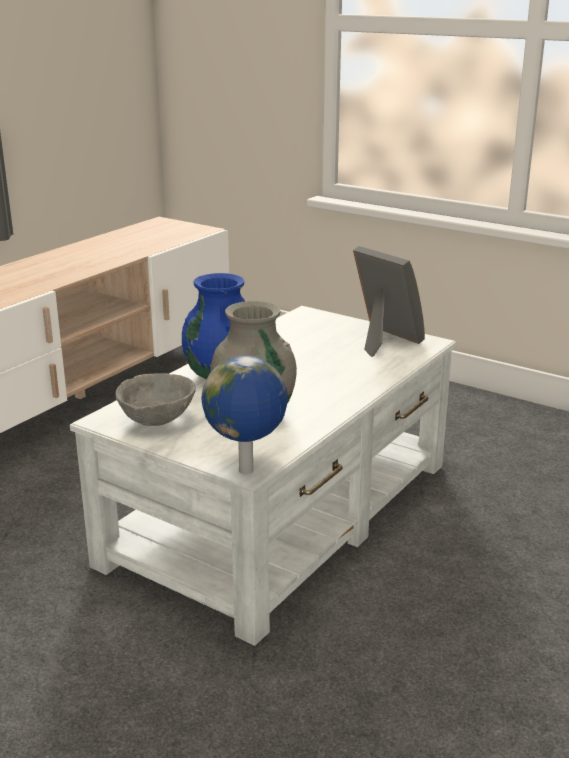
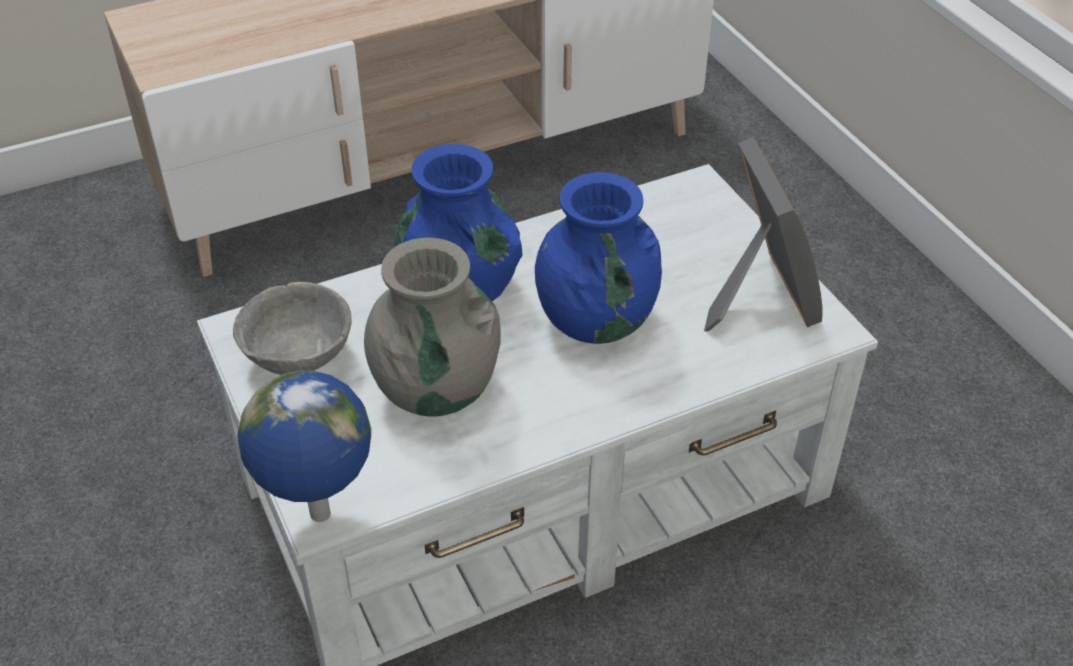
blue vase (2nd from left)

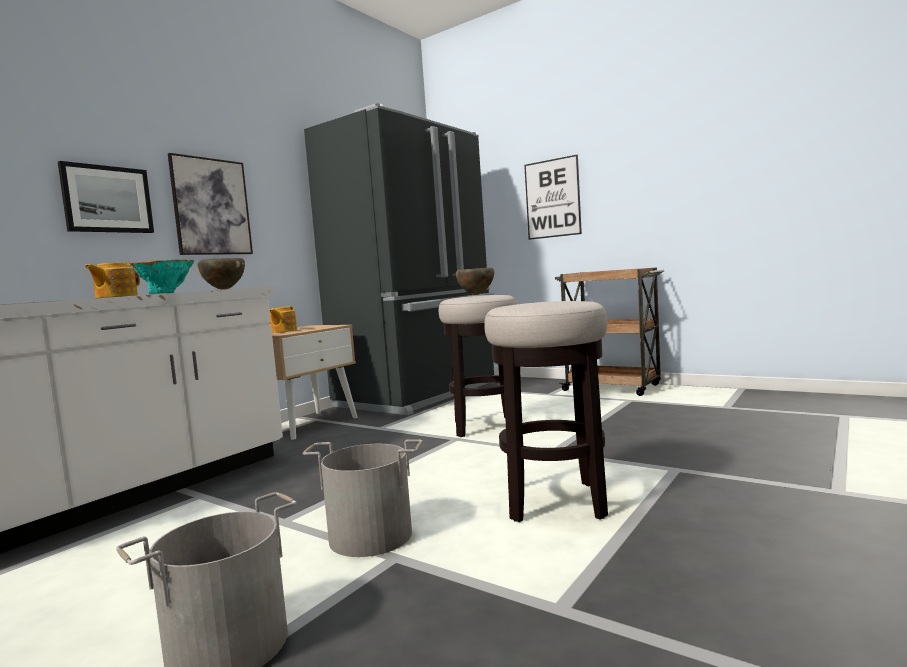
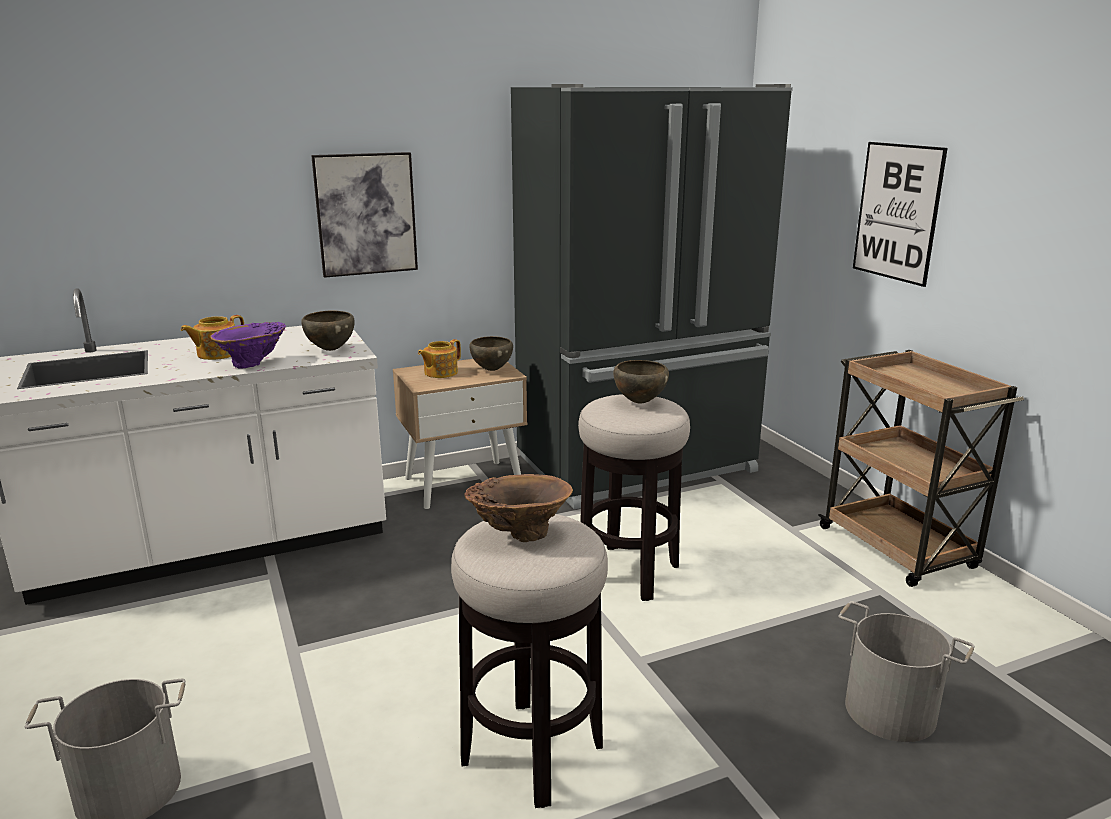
picture (1st from left in the first image)
purple vase
grey bucket (2nd from left)
brown vase
brown bowl (2nd from left)

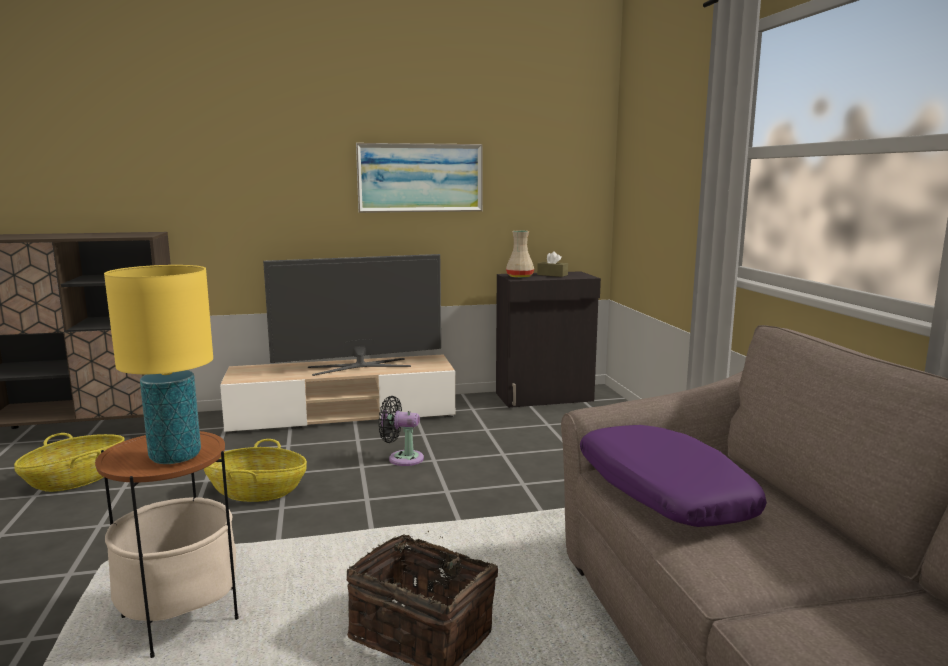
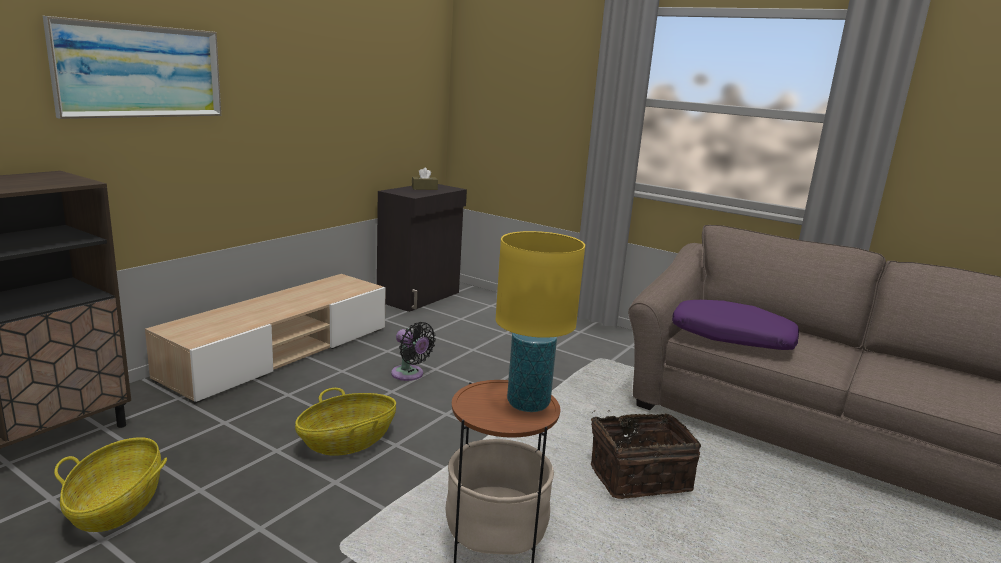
television
picture
black fan
beige vase

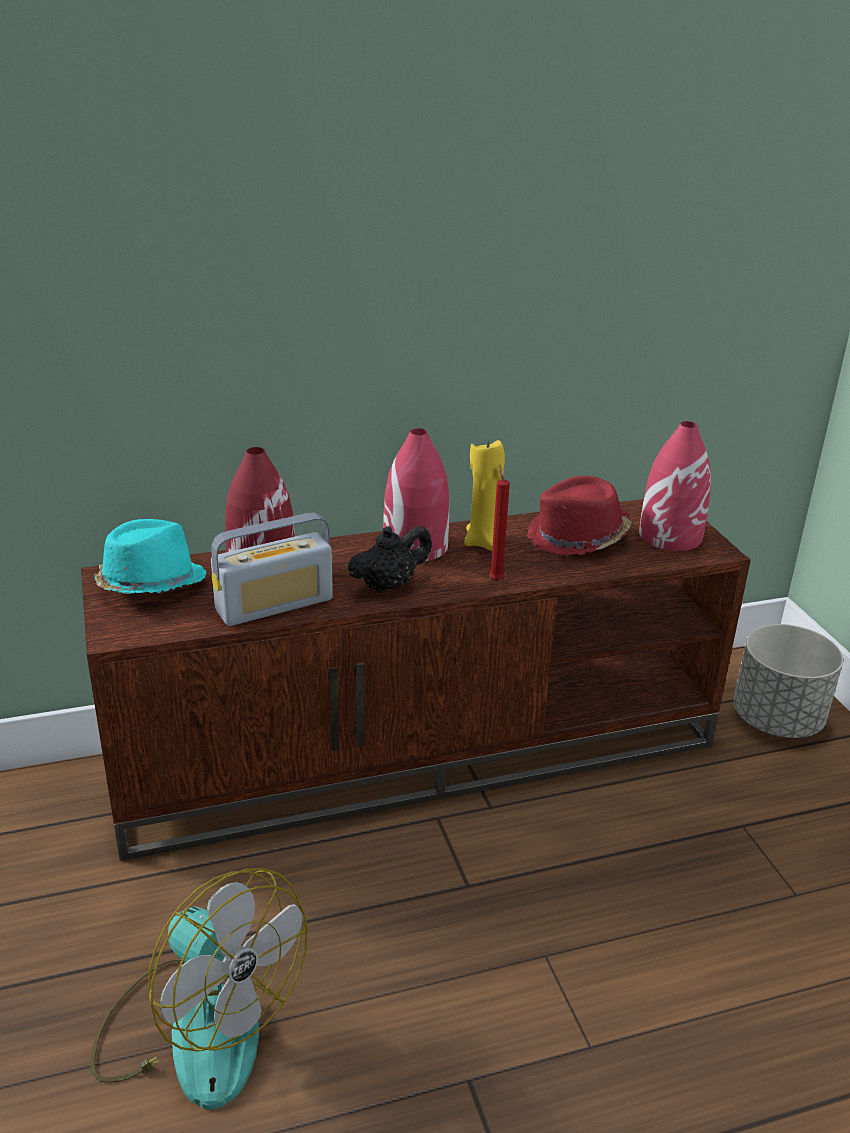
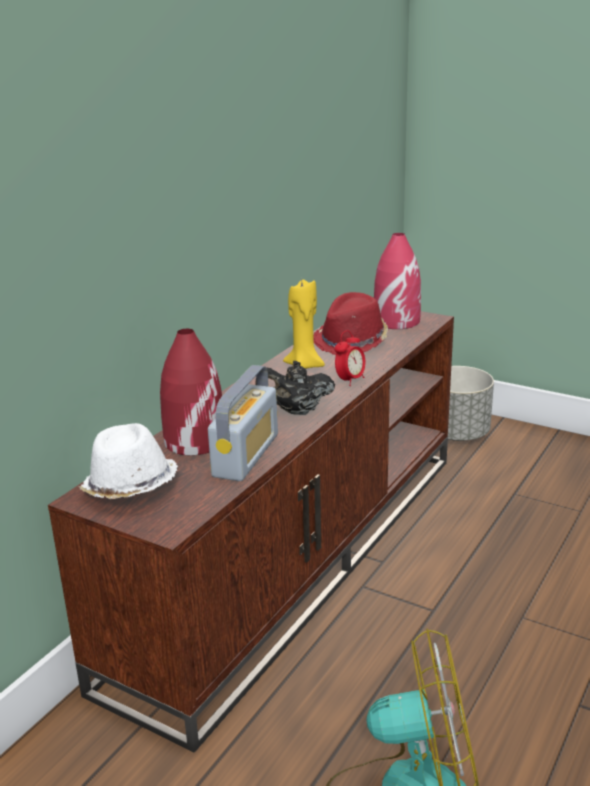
white hat
black teapot
red vase (2nd from left in the first image)
alarm clock

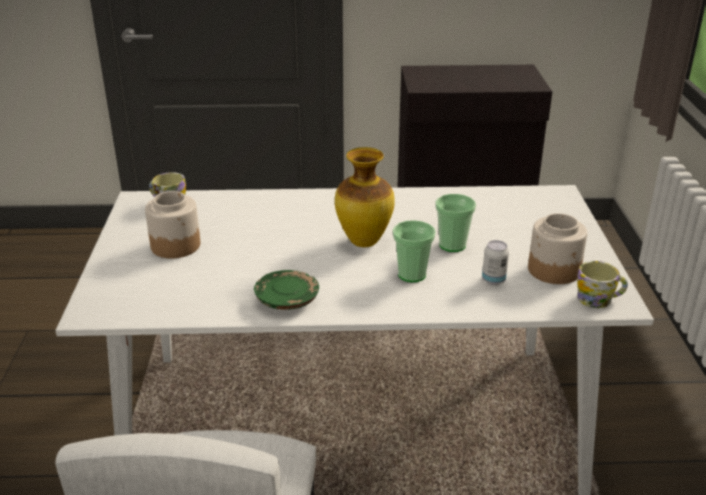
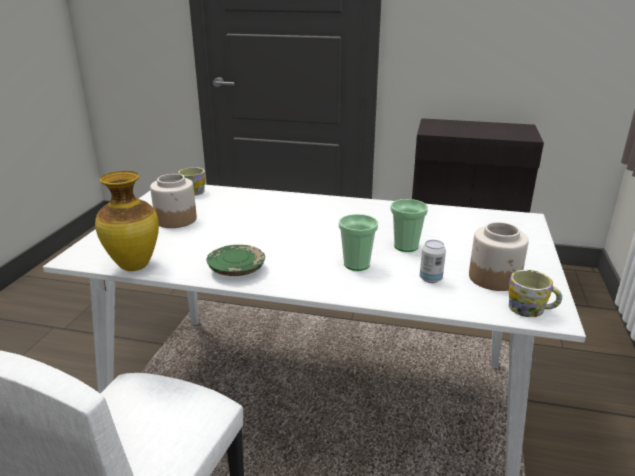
vase

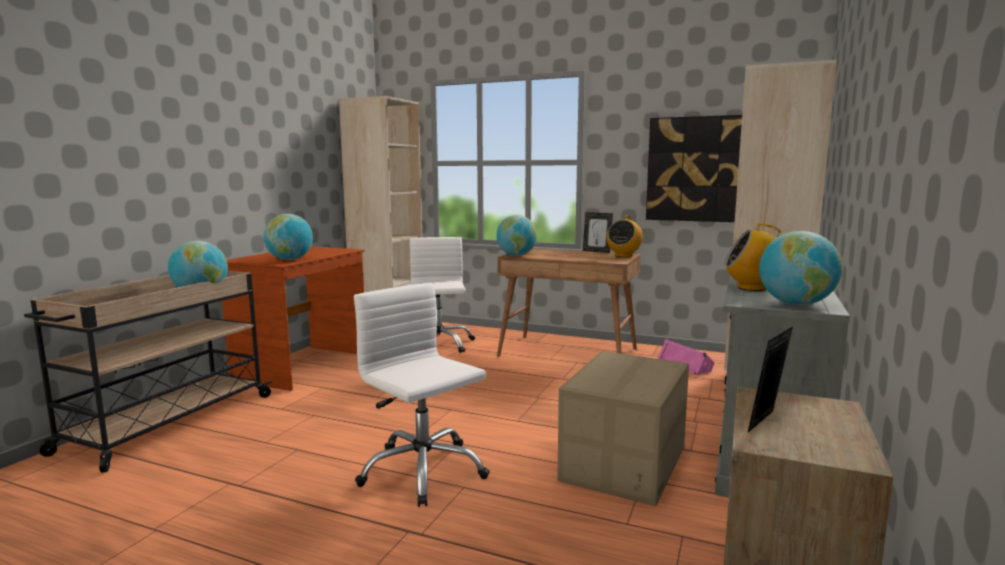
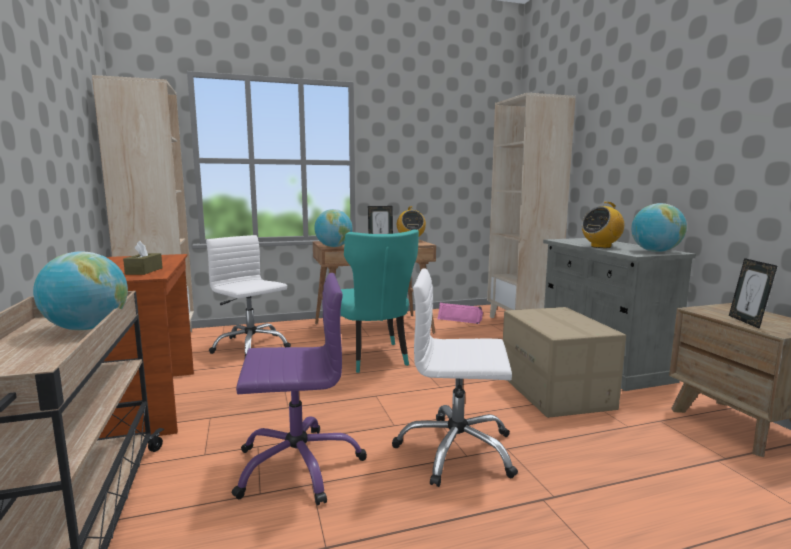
brown tissue box
picture
purple office chair
turquoise chair

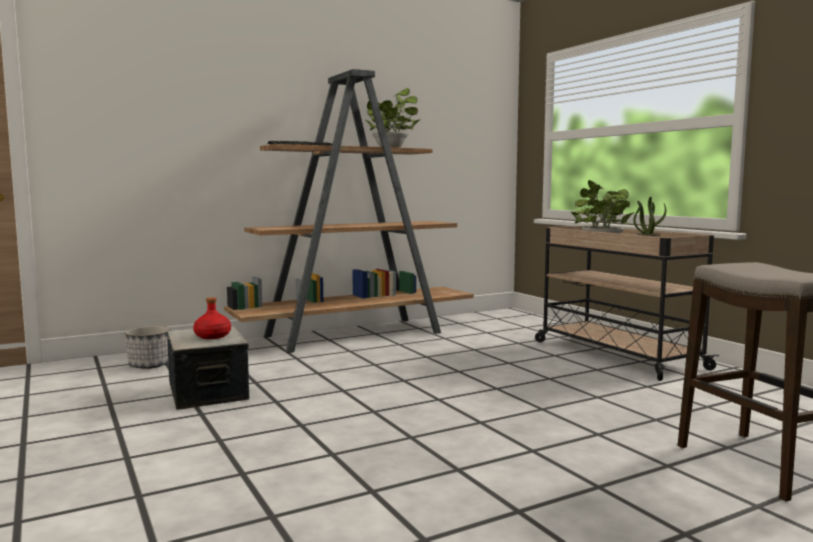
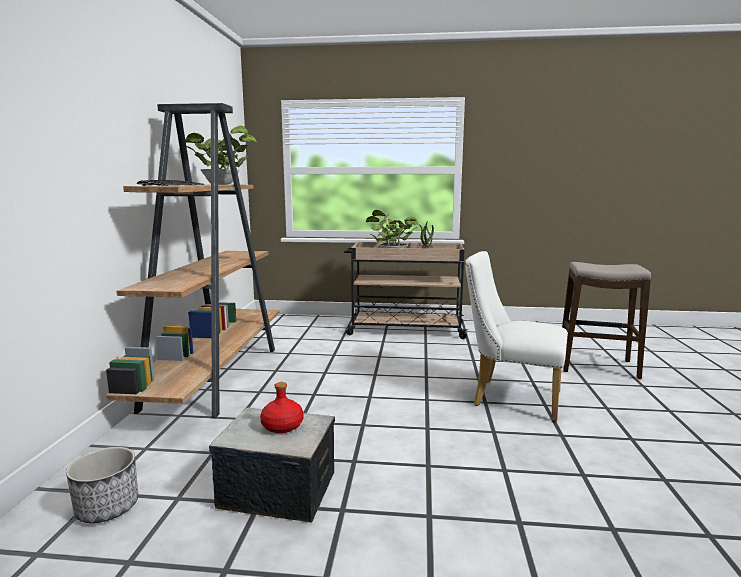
white chair

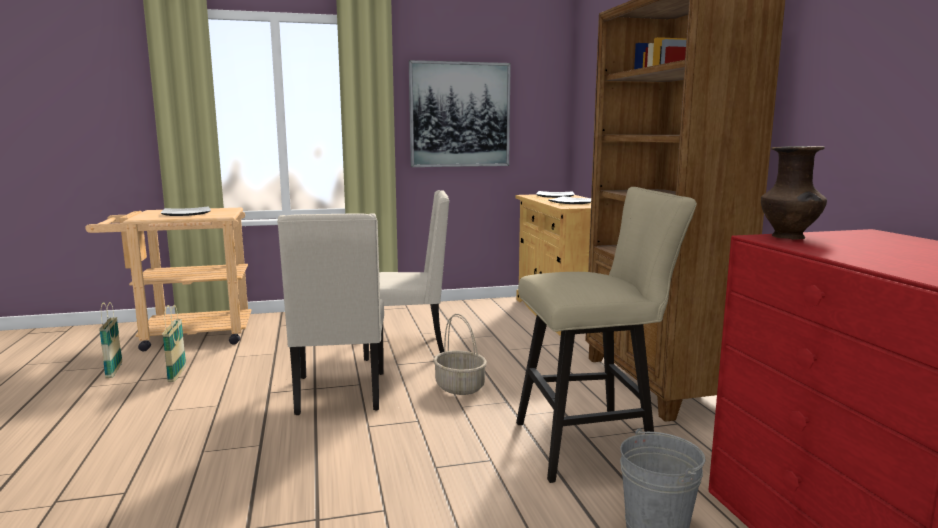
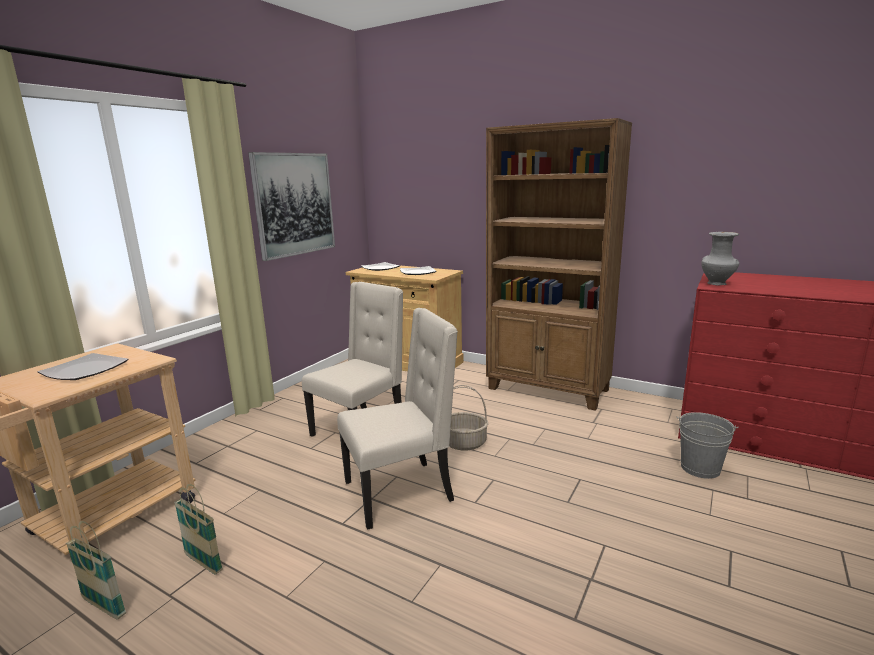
beige chair (2nd from left)
beige stool
grey vase

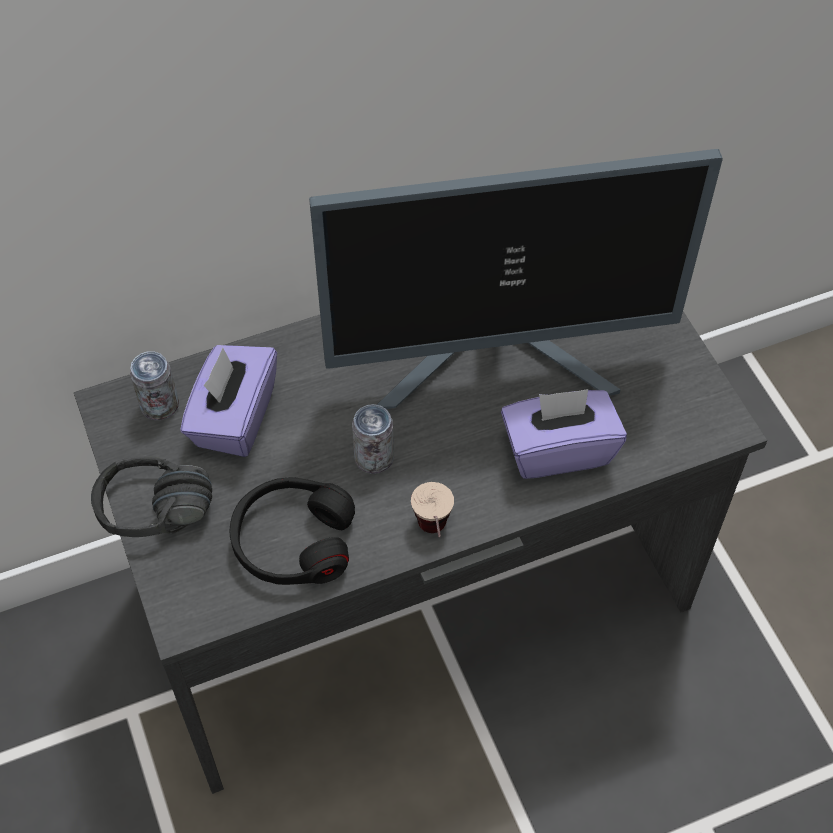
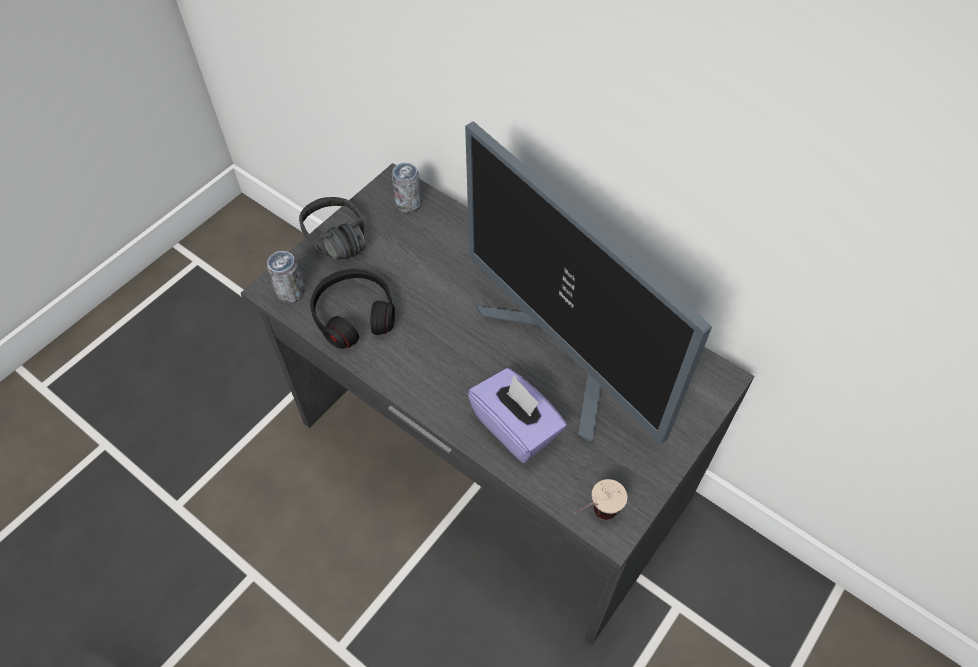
purple tissue box (1st from left in the first image)
can (1st from left)
cup

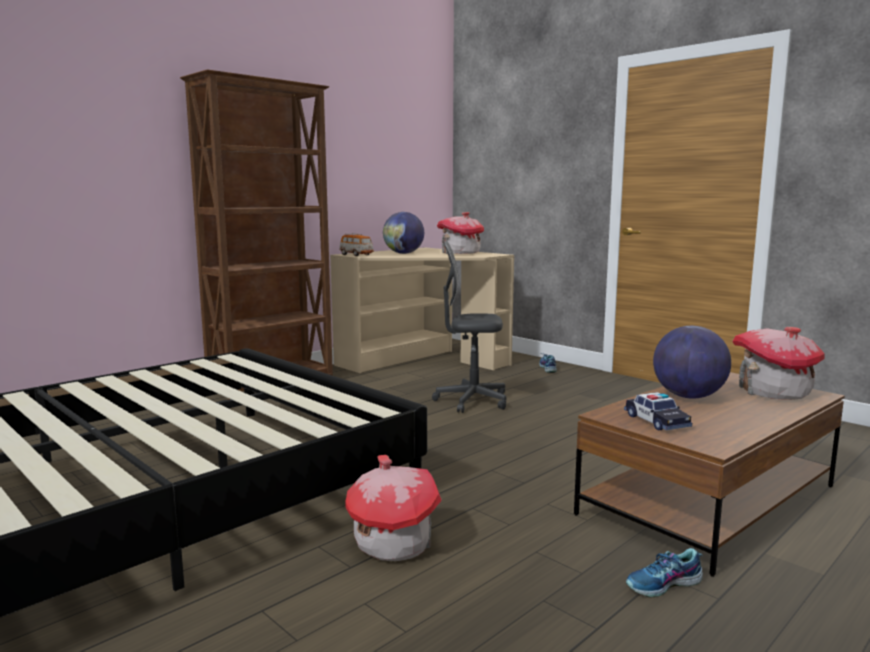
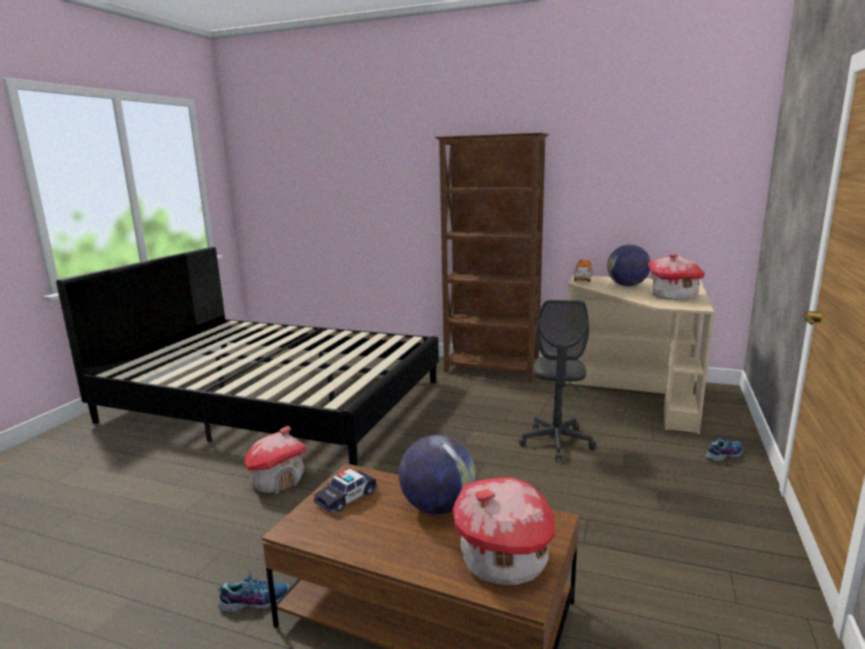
grey office chair
shoe (1st from left)

